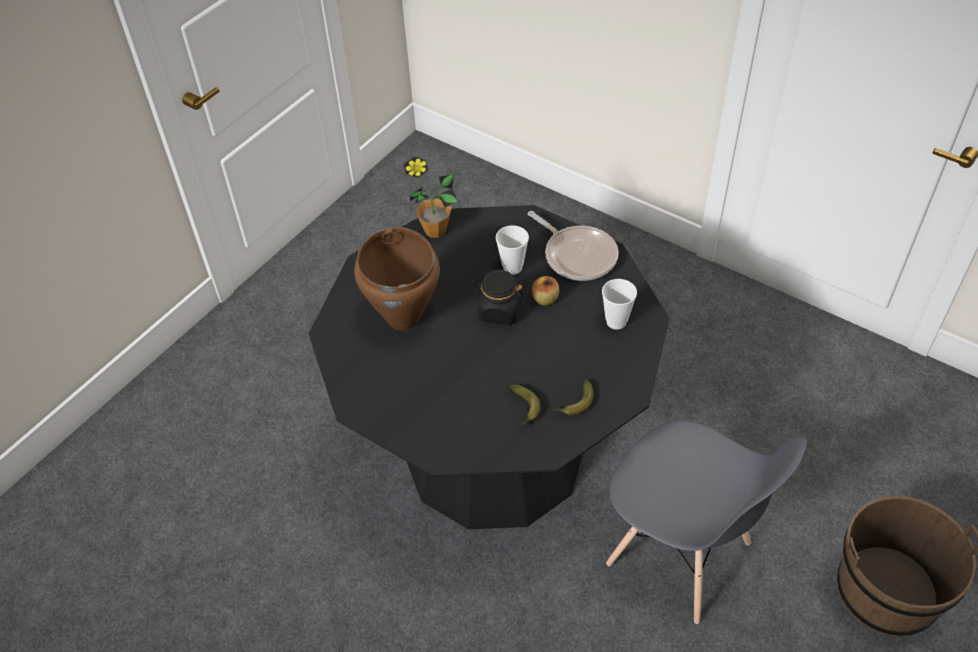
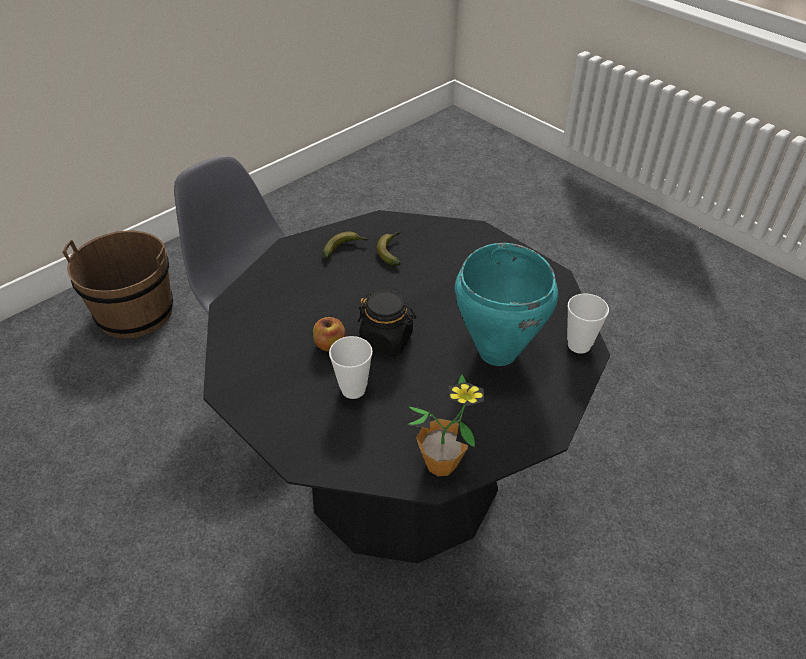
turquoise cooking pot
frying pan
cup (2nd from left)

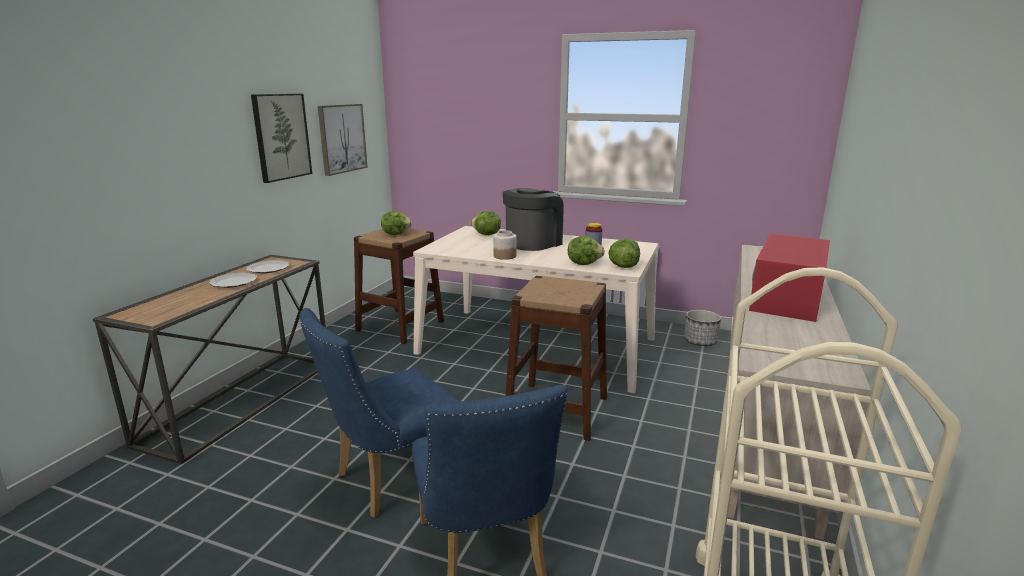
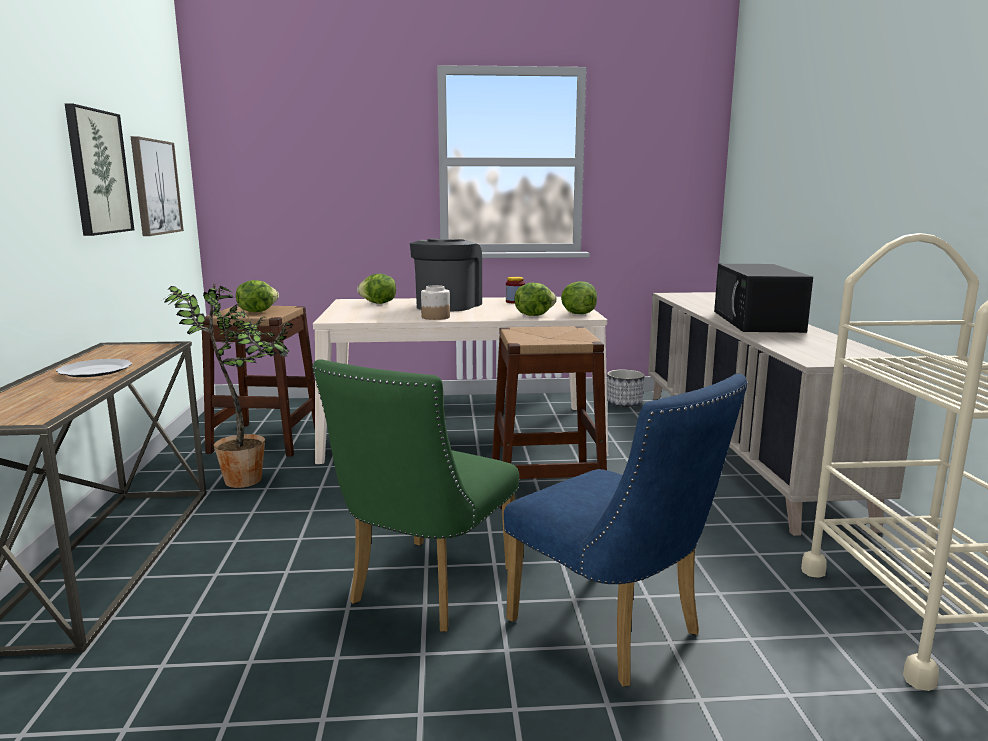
plate (2nd from left in the first image)
green chair
black microwave
potted plant

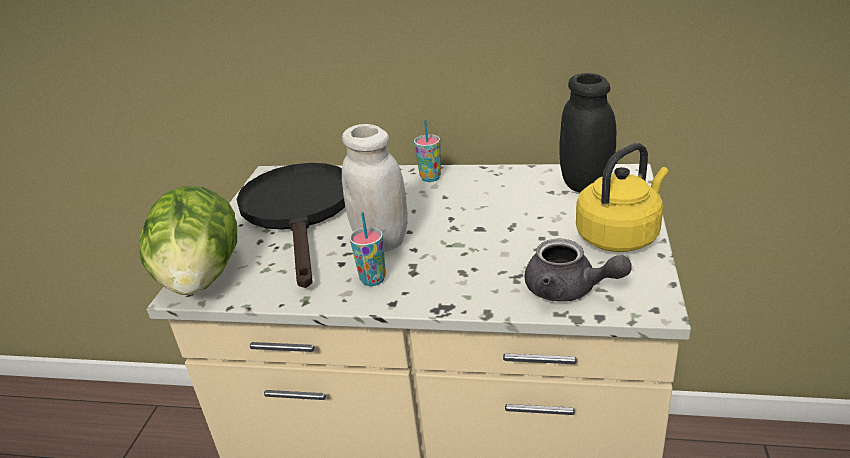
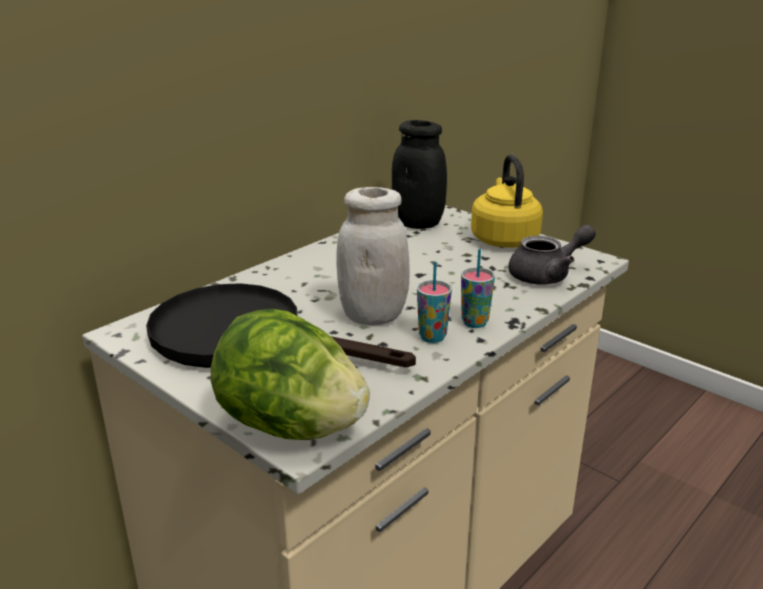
cup (2nd from left)

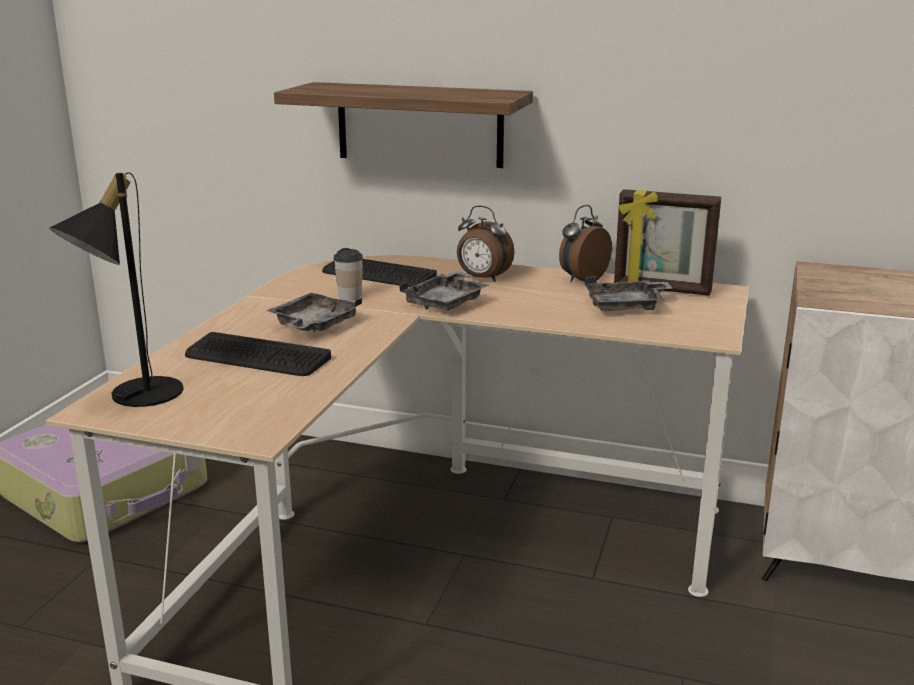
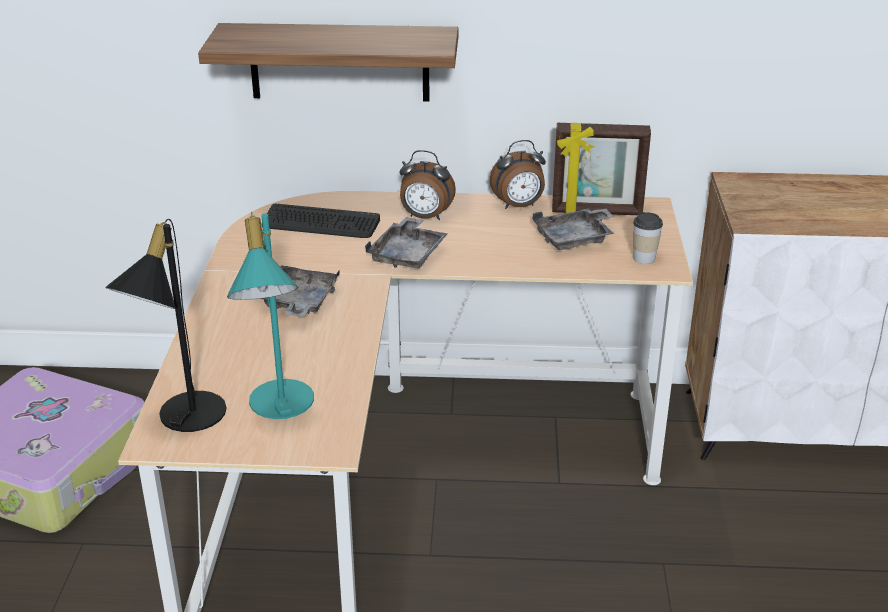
keyboard (1st from left in the first image)
cup
alarm clock (2nd from left)
turquoise table lamp

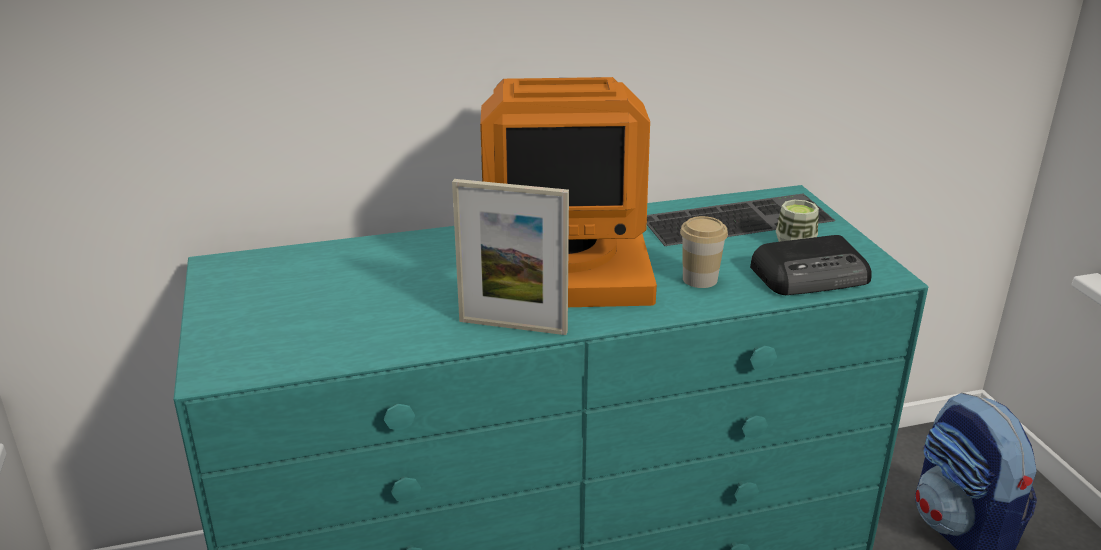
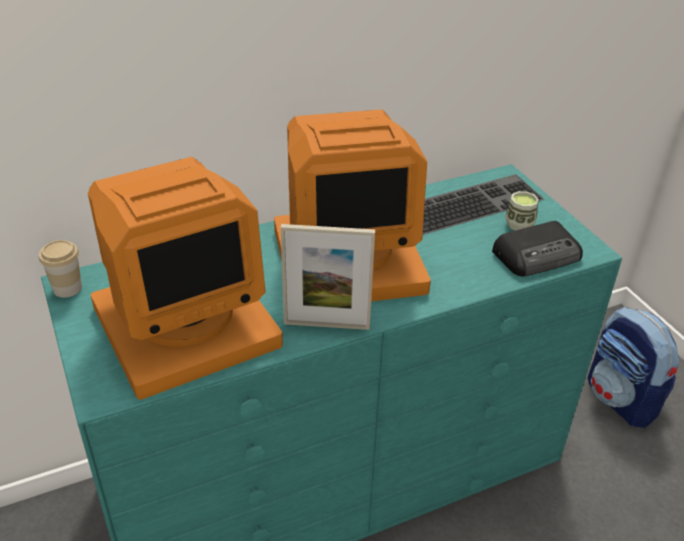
cup (1st from left)
monitor (1st from left)

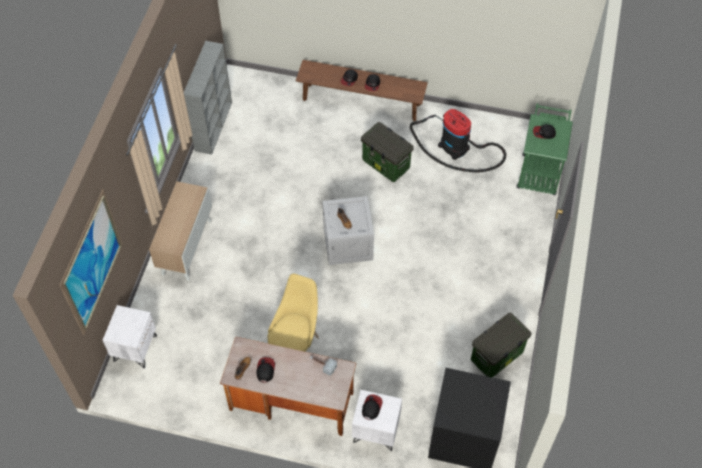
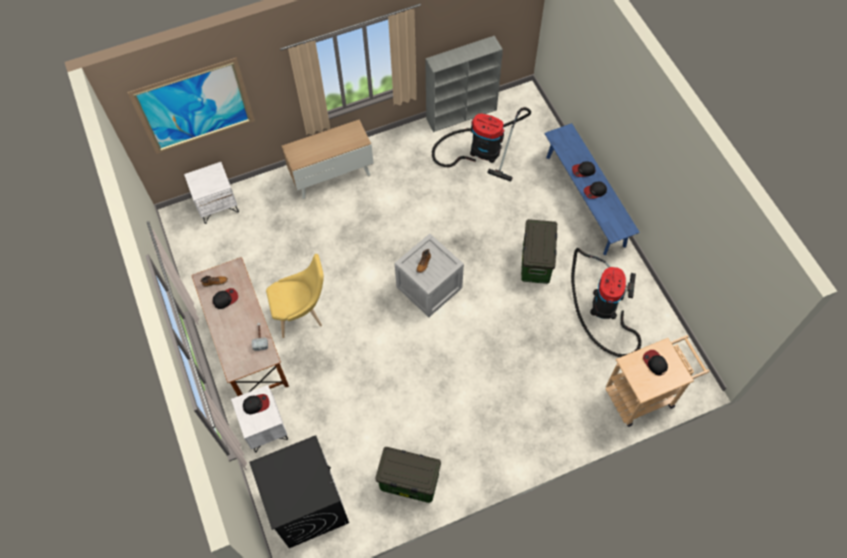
blue bench
beige cart
vacuum cleaner (1st from left)

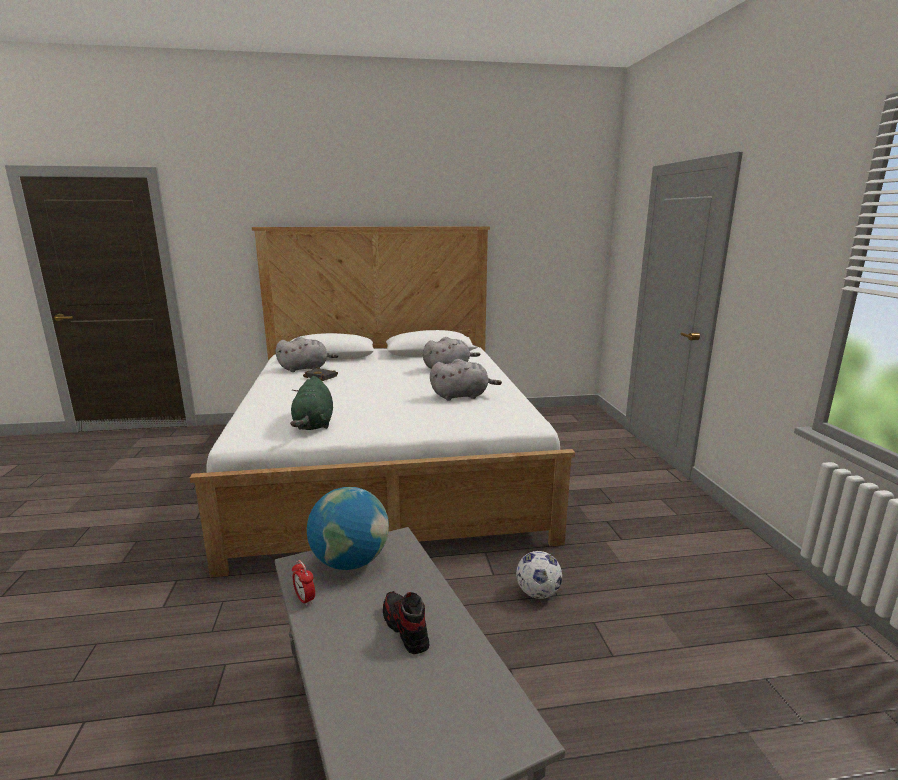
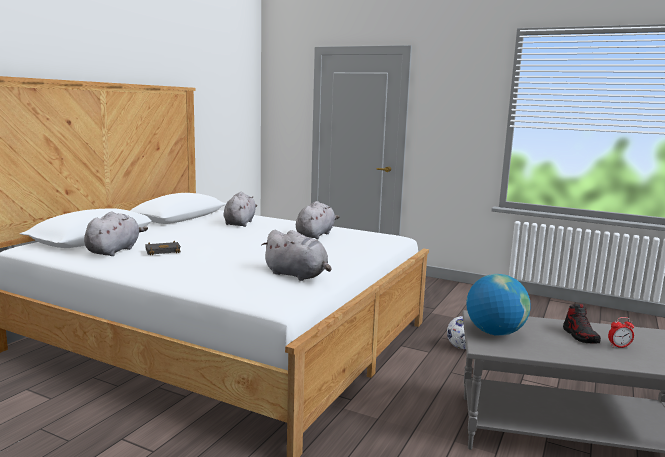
grey plush toy (3rd from left)
alarm clock
shoe

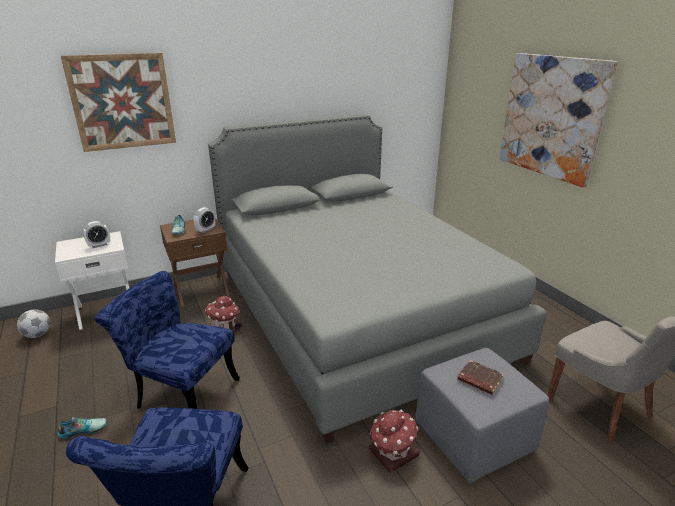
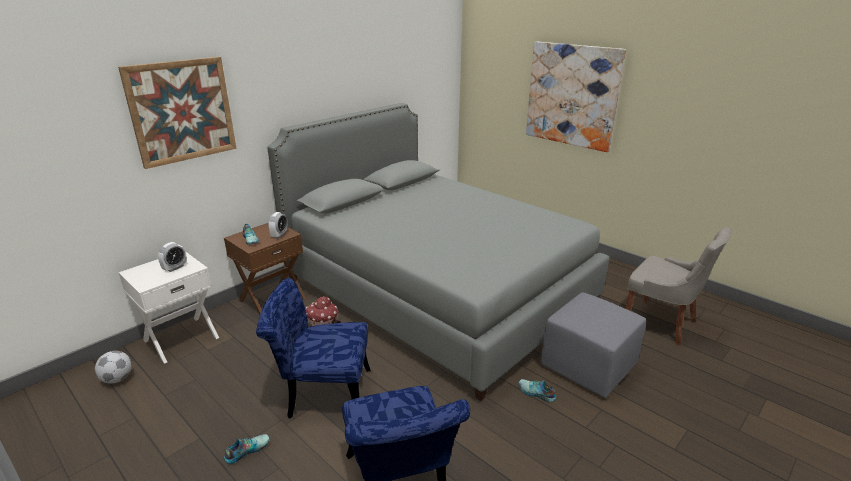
shoe (3rd from left)
brown book

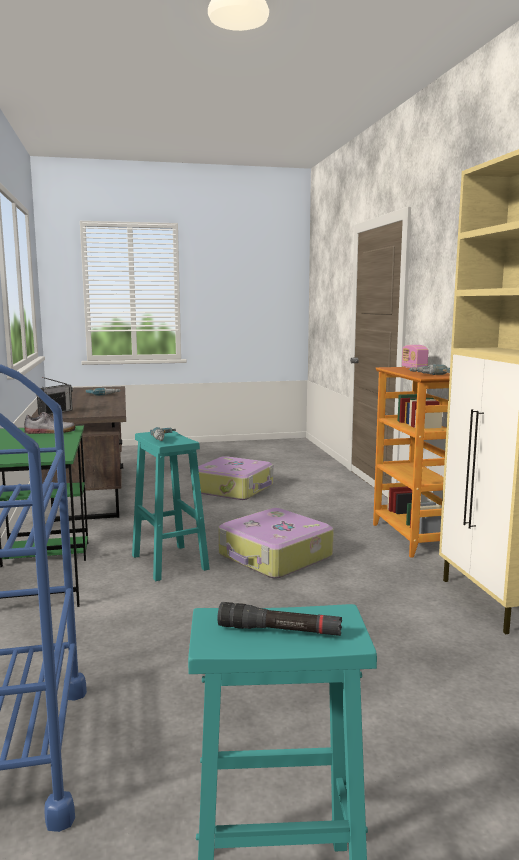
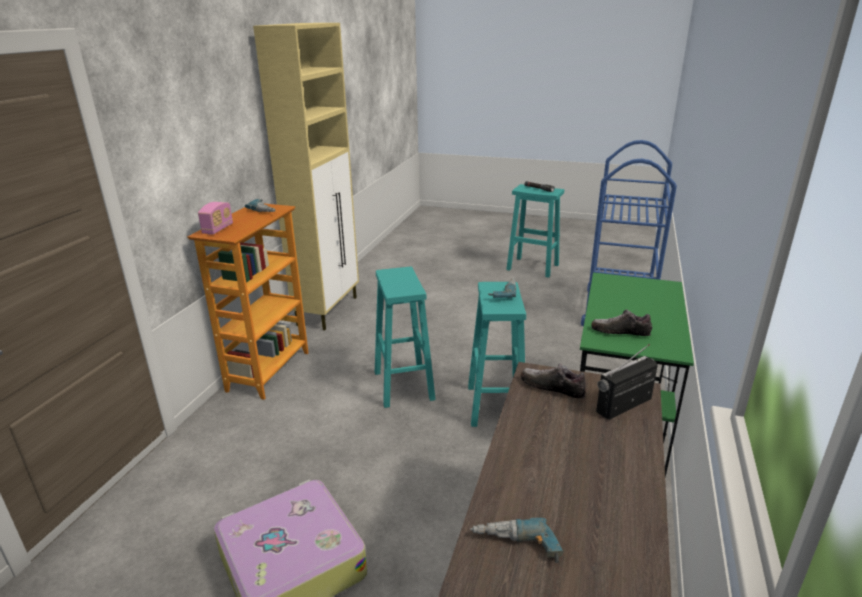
turquoise stool (1st from left)
shoe (1st from left)

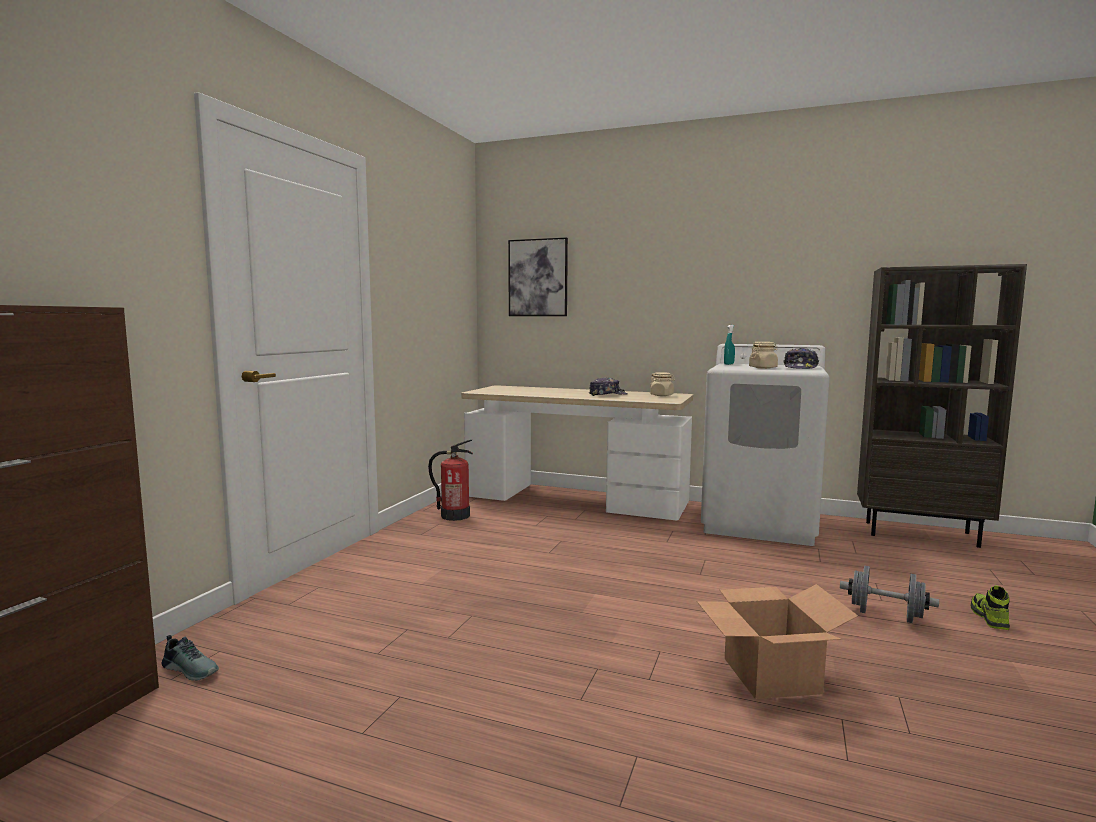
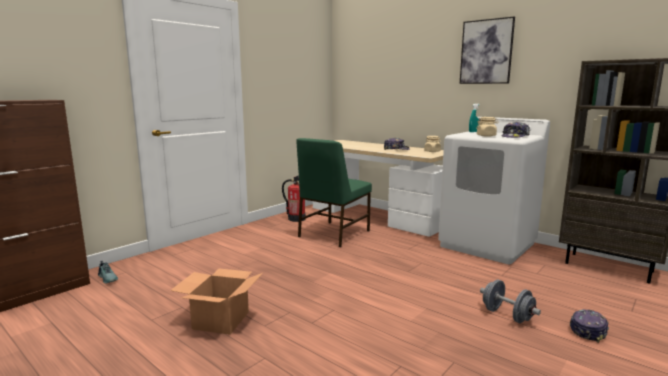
picture
cardboard box
cap (3rd from left)
green chair

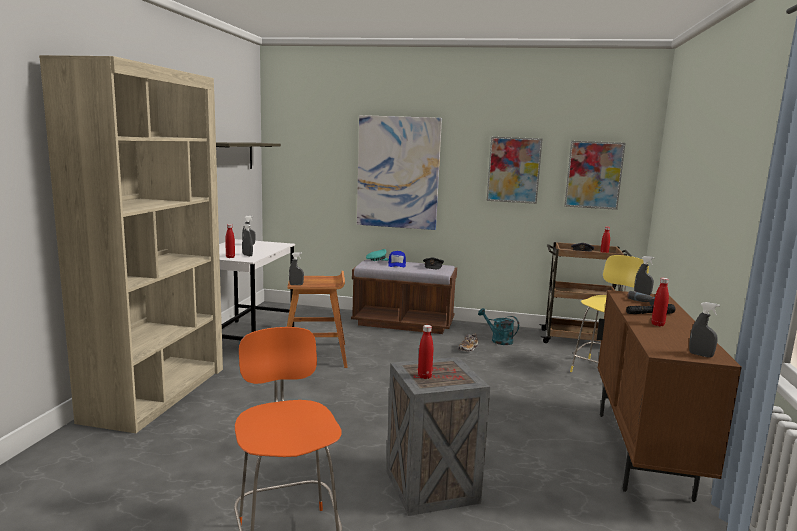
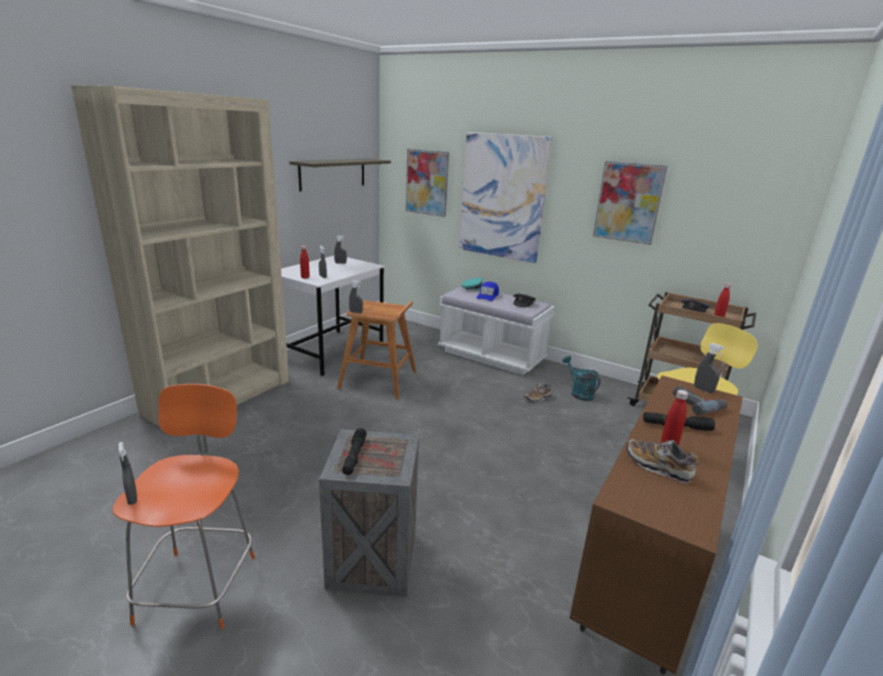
white bench
black flashlight (1st from left)
picture (1st from left)
grey spray bottle (1st from left)
shoe (2nd from left)

